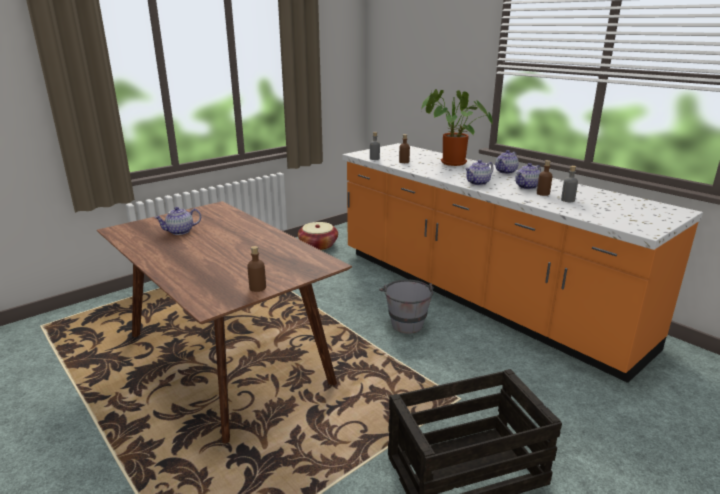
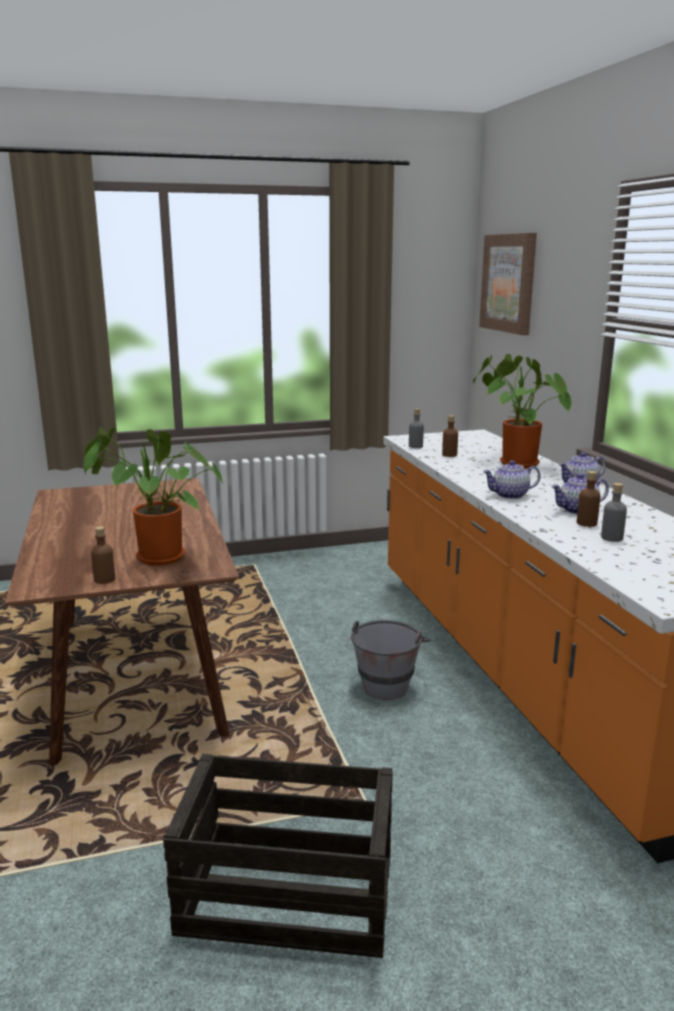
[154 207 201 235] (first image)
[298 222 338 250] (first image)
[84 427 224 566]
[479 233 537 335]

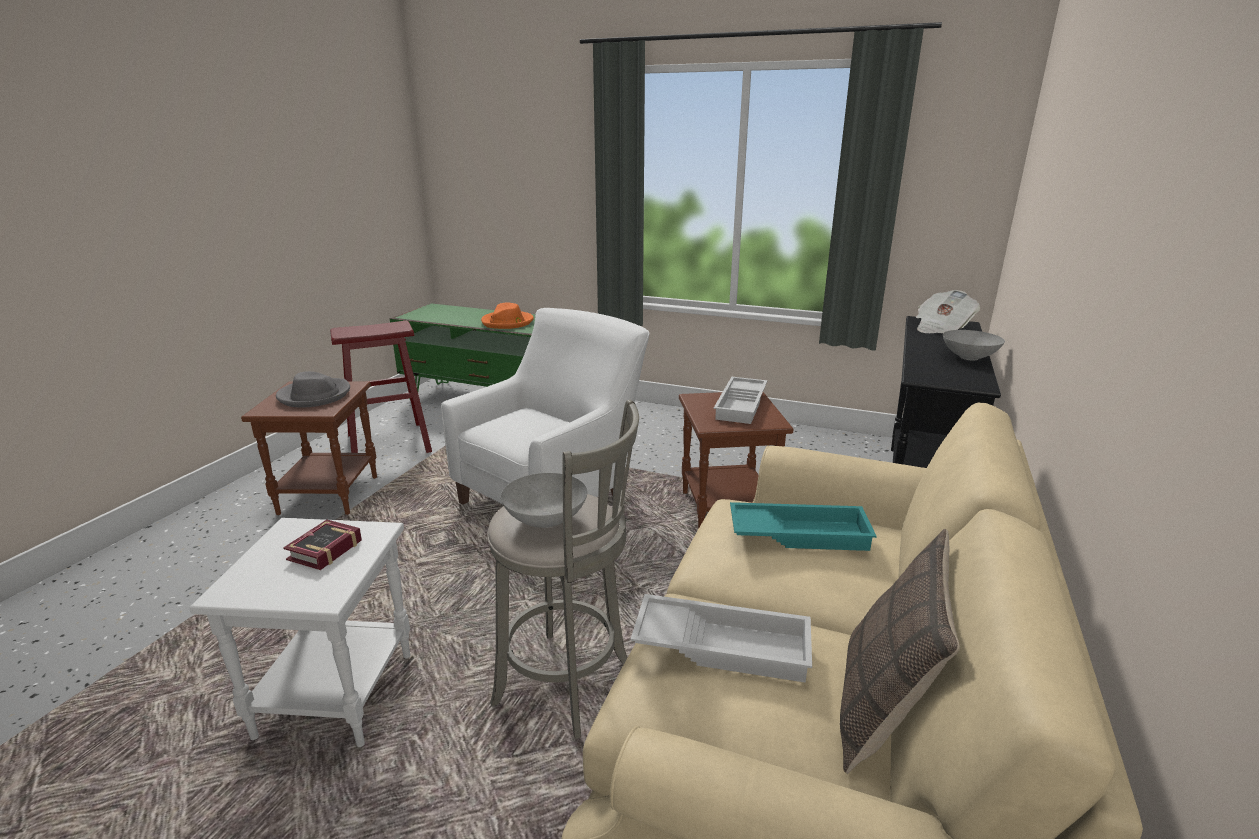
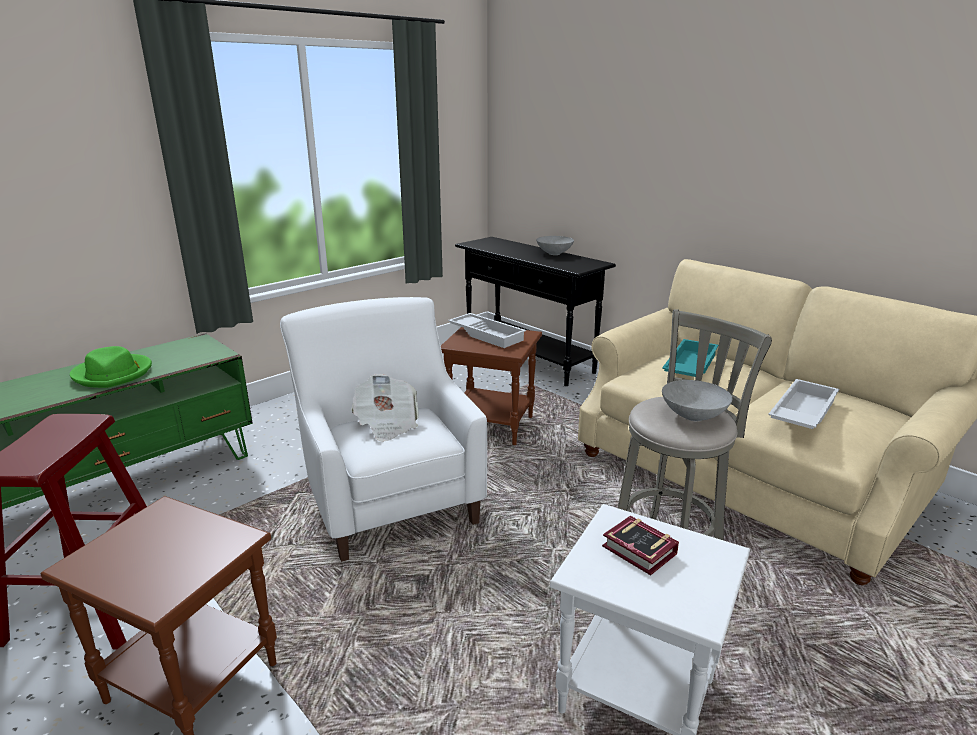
[276 371 350 408] (first image)
[70 346 152 388]
[840 529 960 774] (first image)
[351 374 419 442]

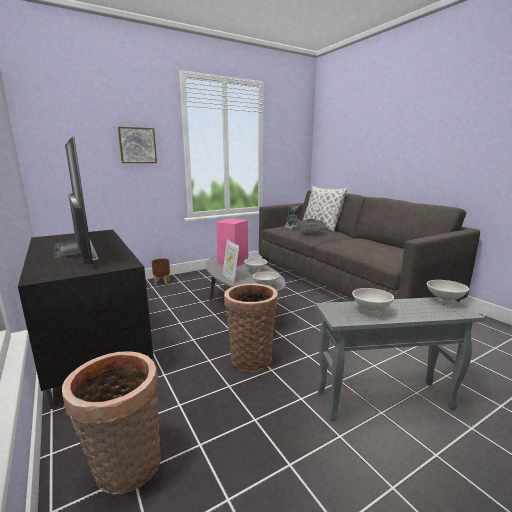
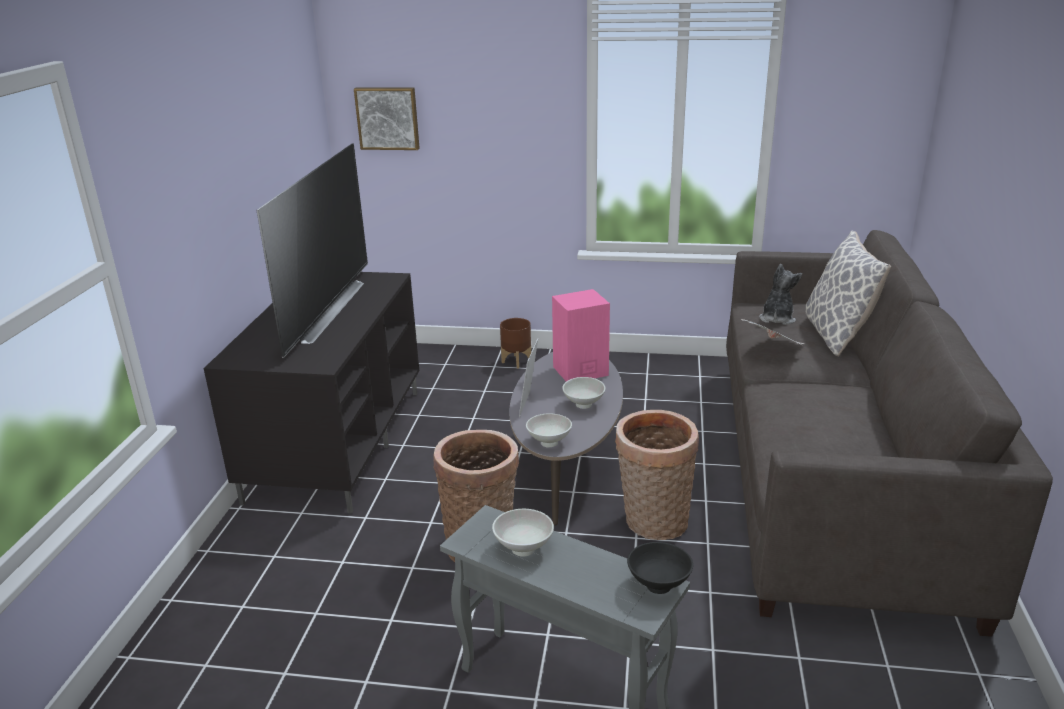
[615 410 699 540]
[354 88 420 150]
[627 542 693 594]

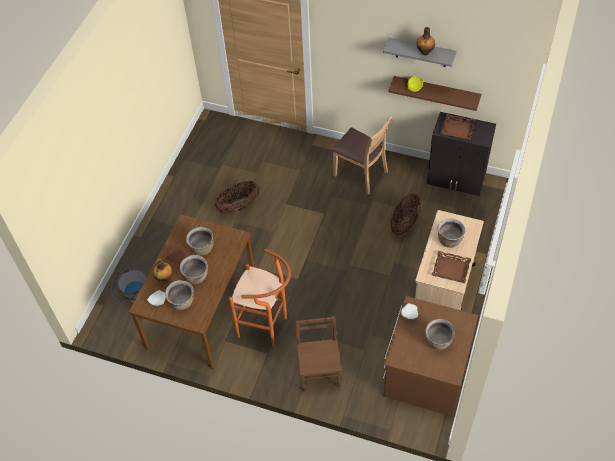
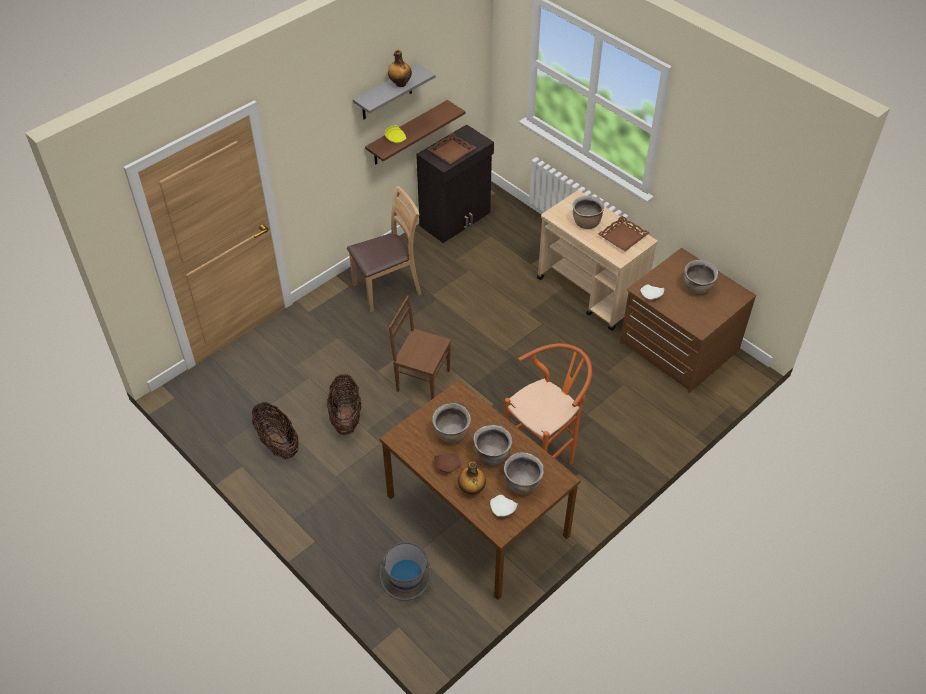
[389 296 451 400]
[252 402 299 459]

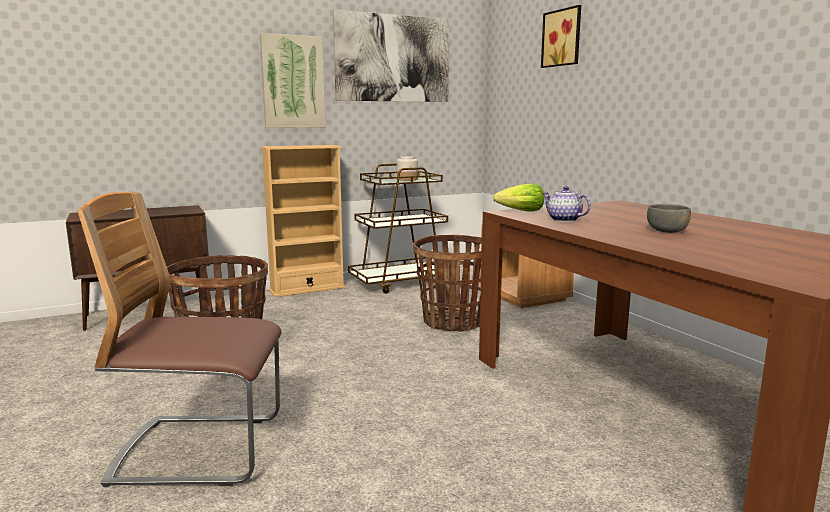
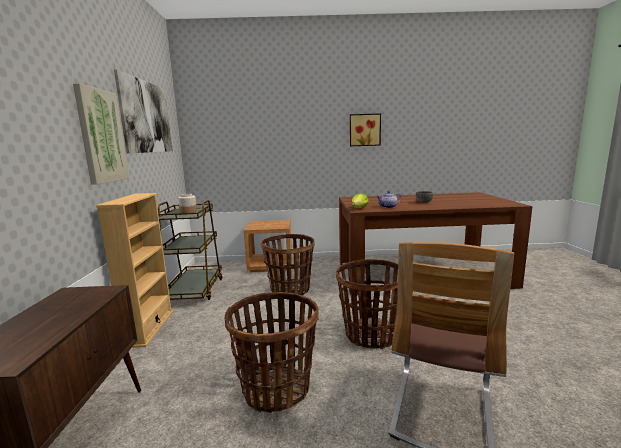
[350 113 381 146]
[336 259 398 349]

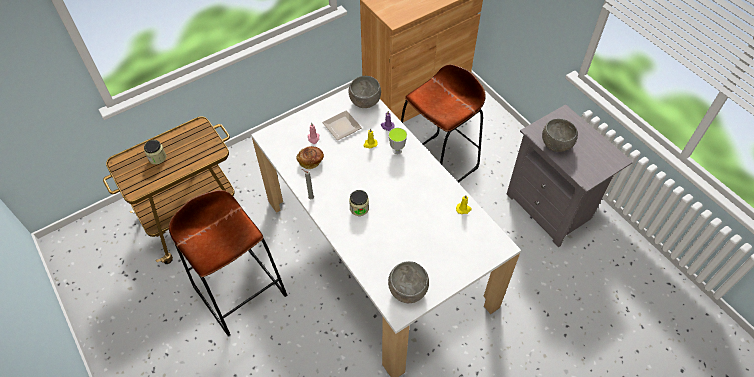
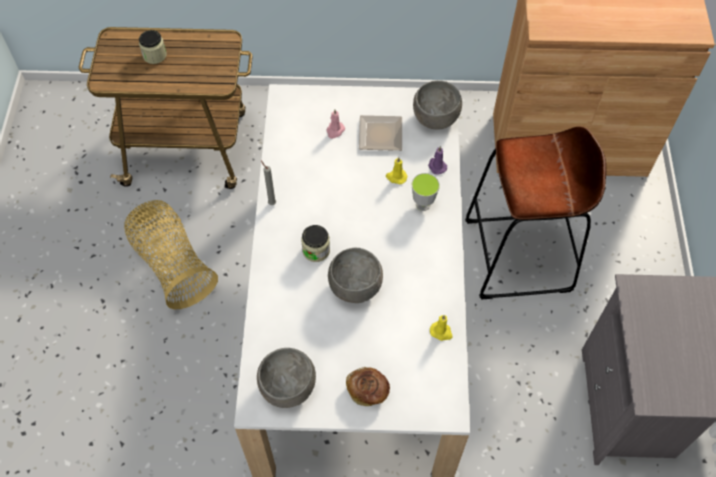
[124 200 218 309]
[346 367 390 406]
[328 248 383 303]

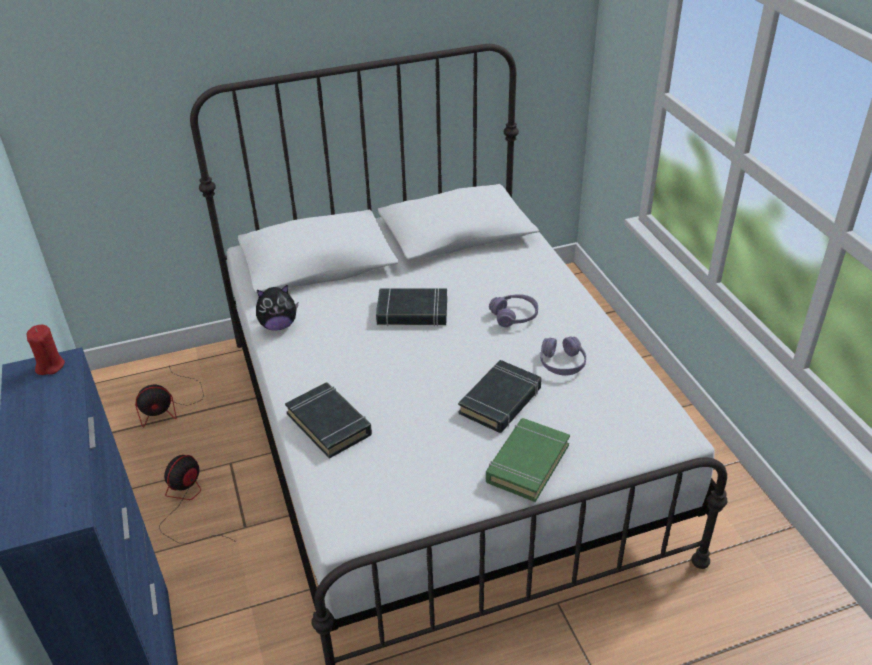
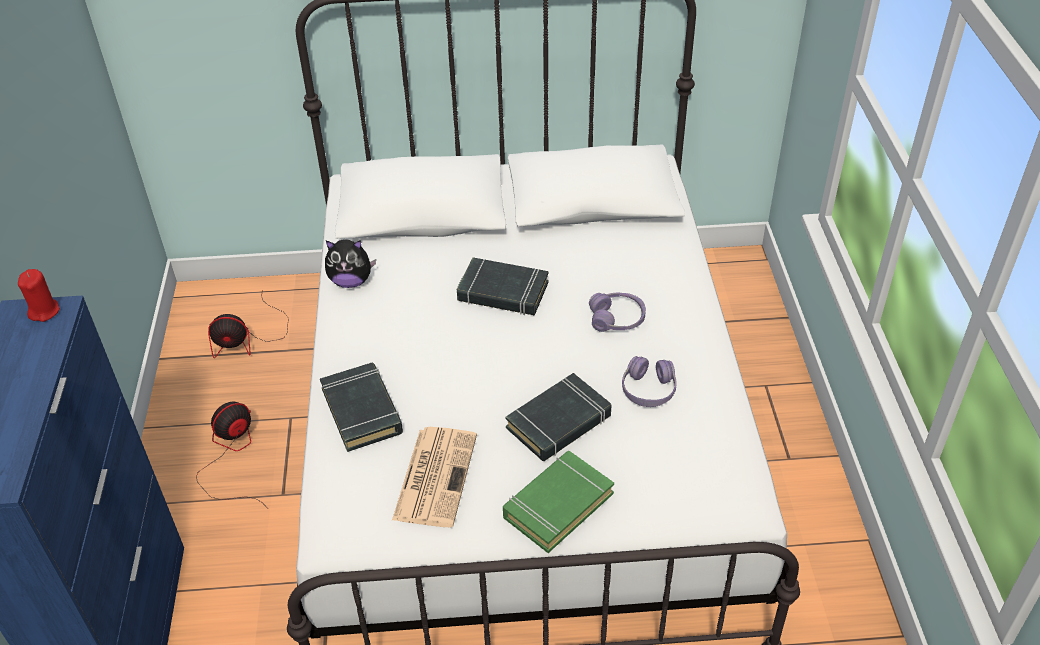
[392 427 477 527]

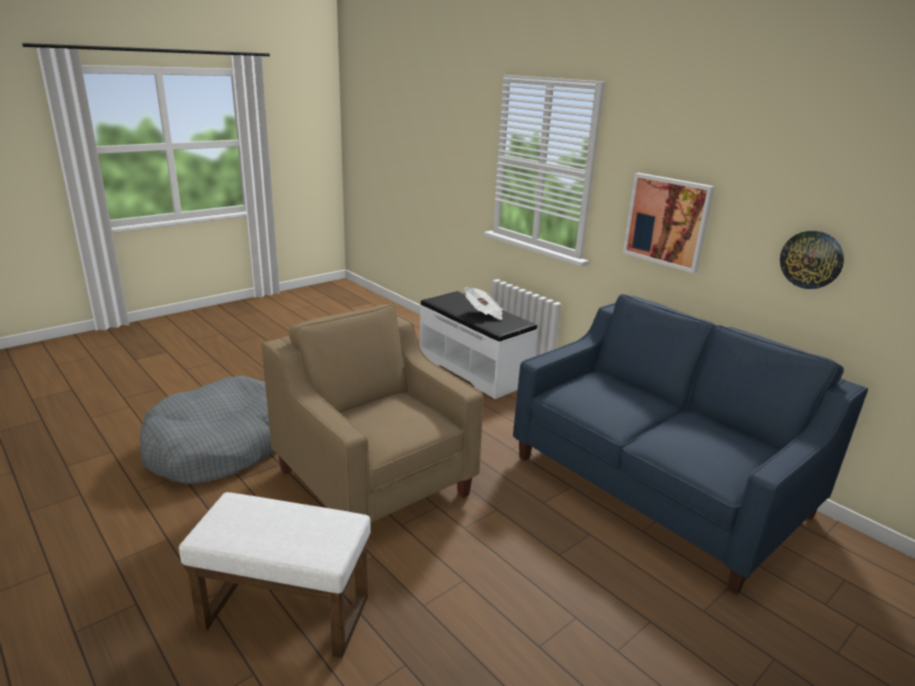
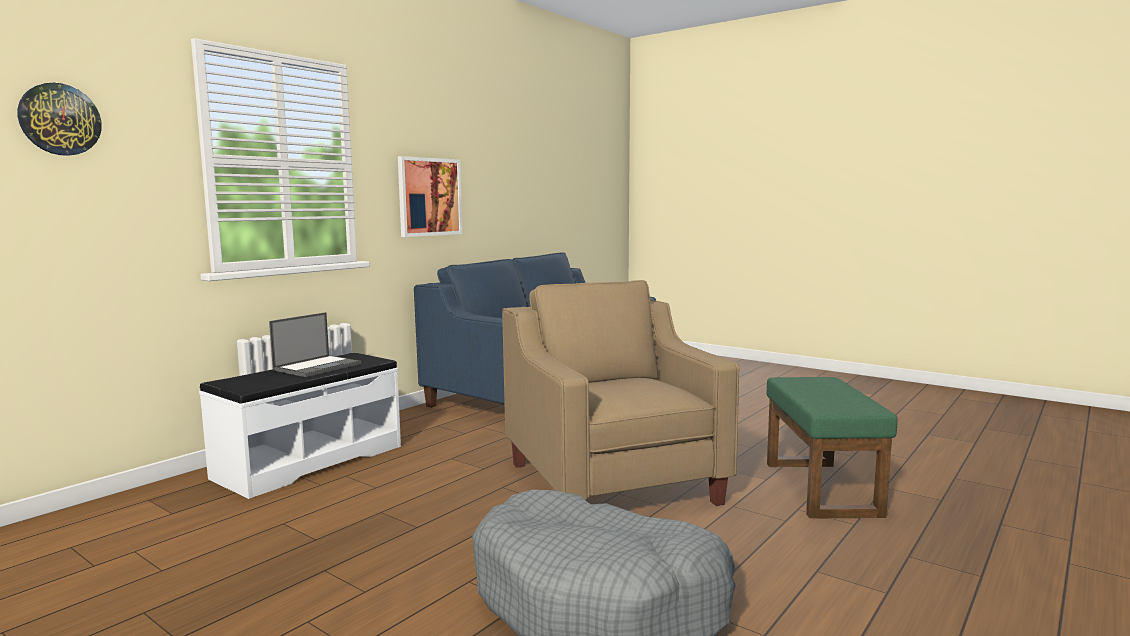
[767 377 898 519]
[502 280 739 506]
[269 312 361 377]
[18 83 102 156]

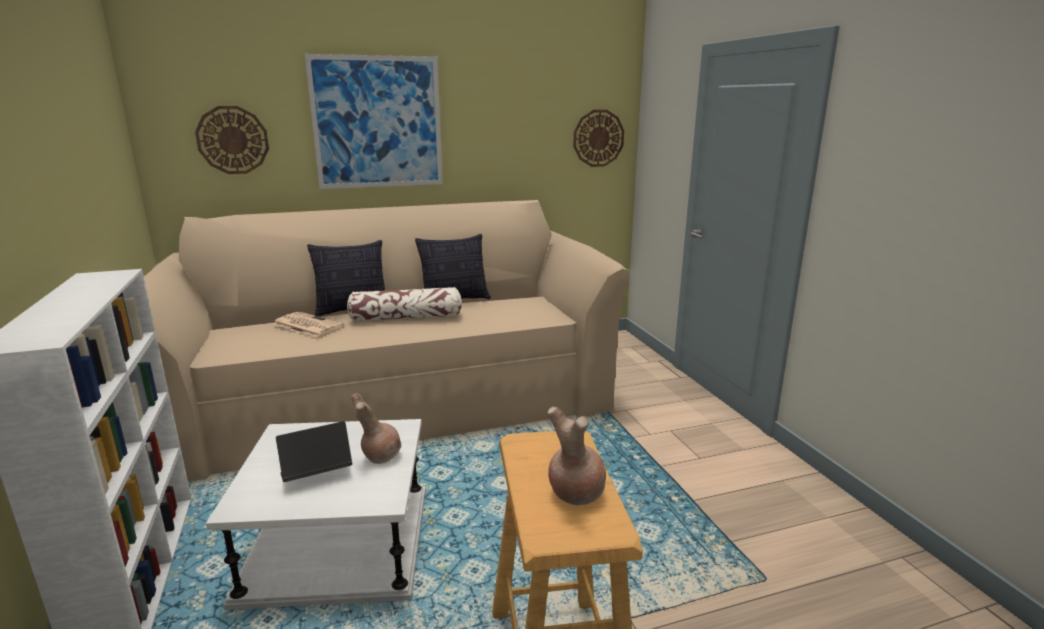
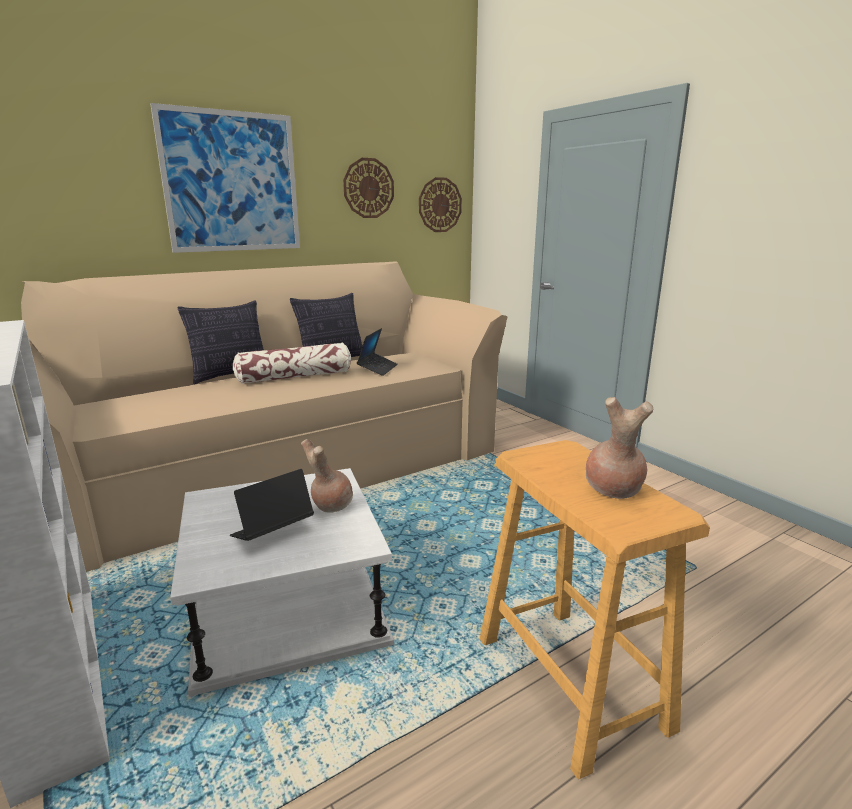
[343 158 394 218]
[273 311 344 337] (first image)
[357 328 398 376]

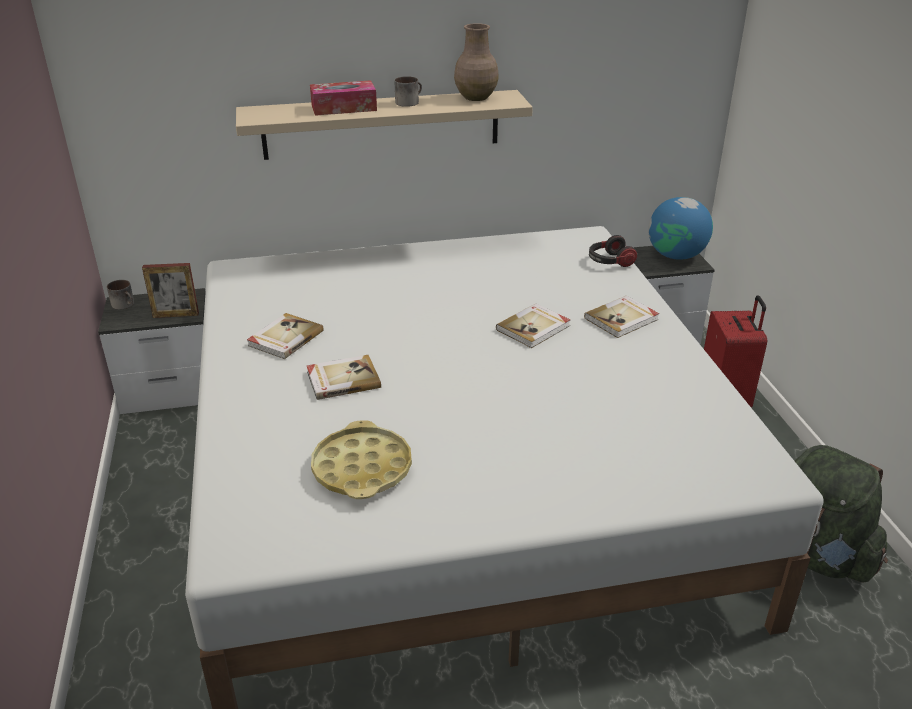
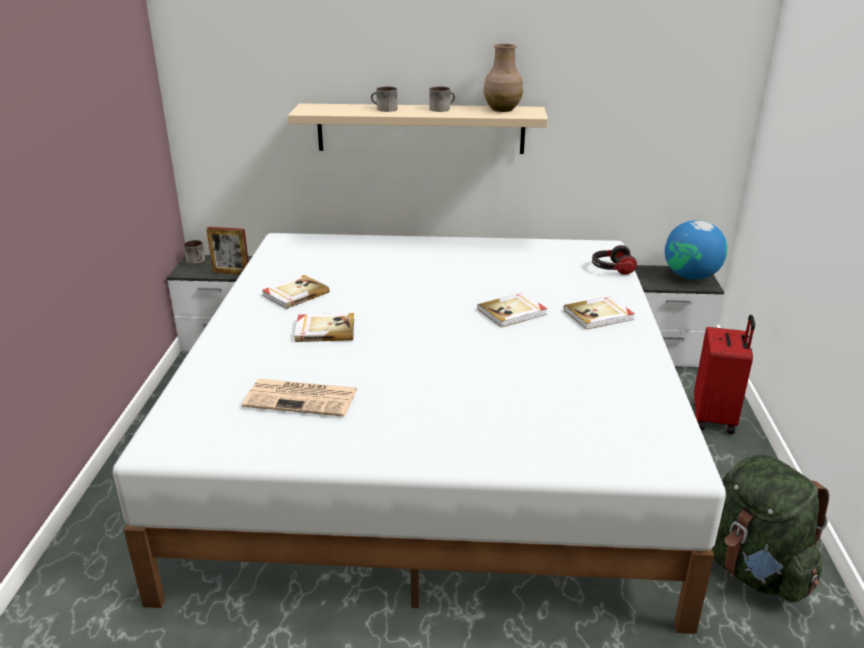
[371 87 398 112]
[242 379 357 417]

